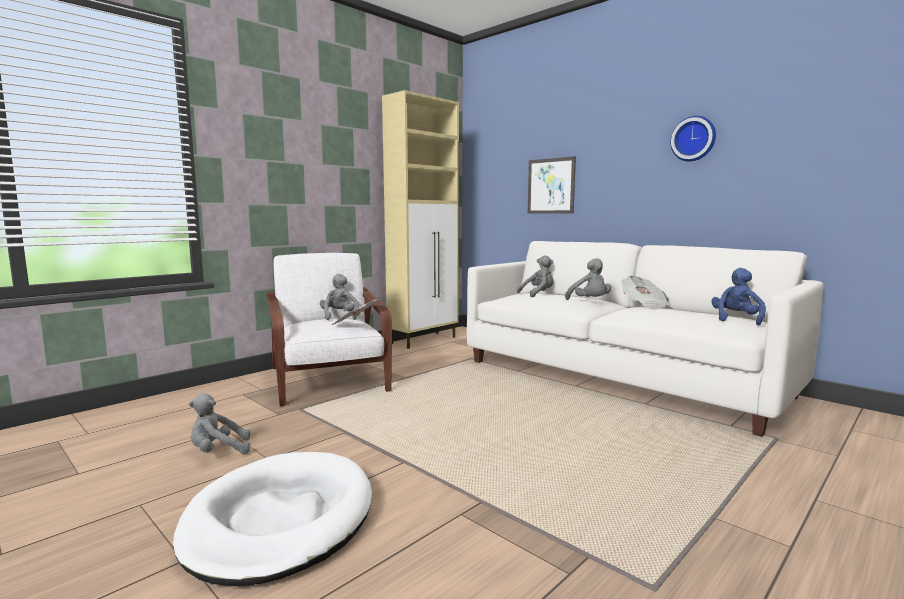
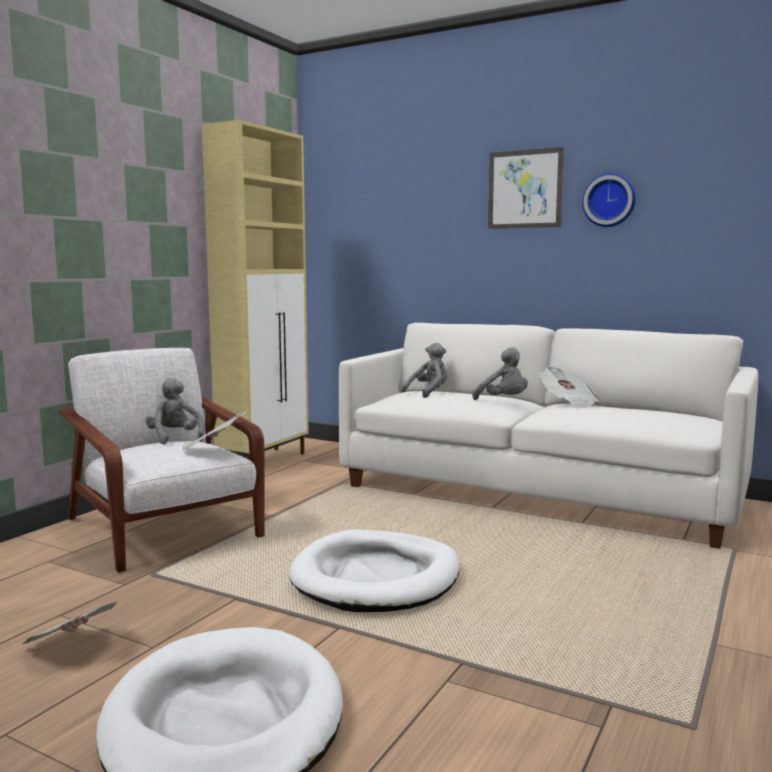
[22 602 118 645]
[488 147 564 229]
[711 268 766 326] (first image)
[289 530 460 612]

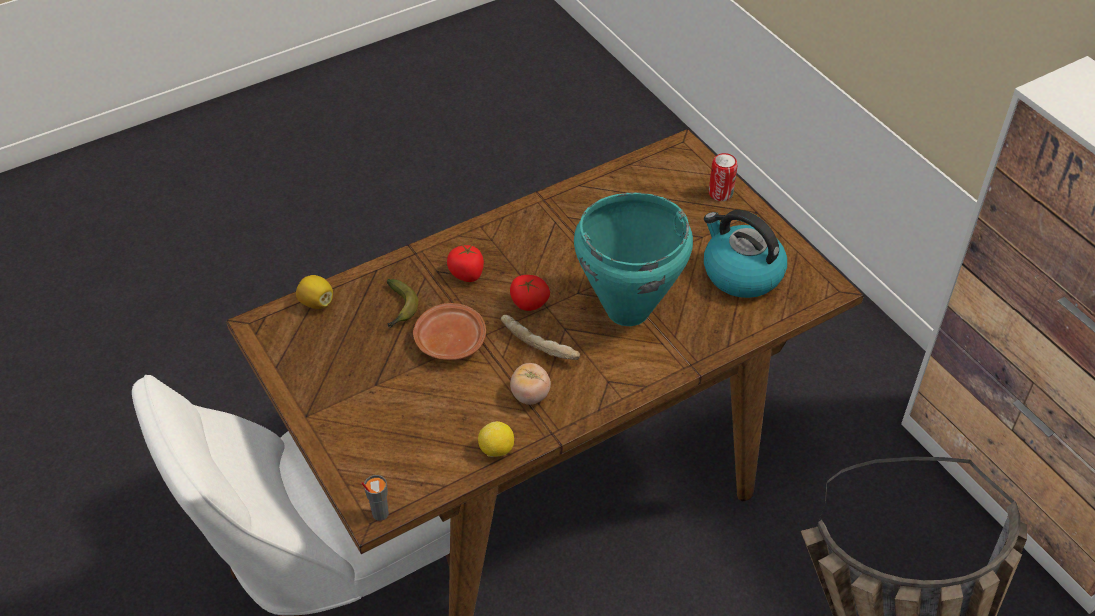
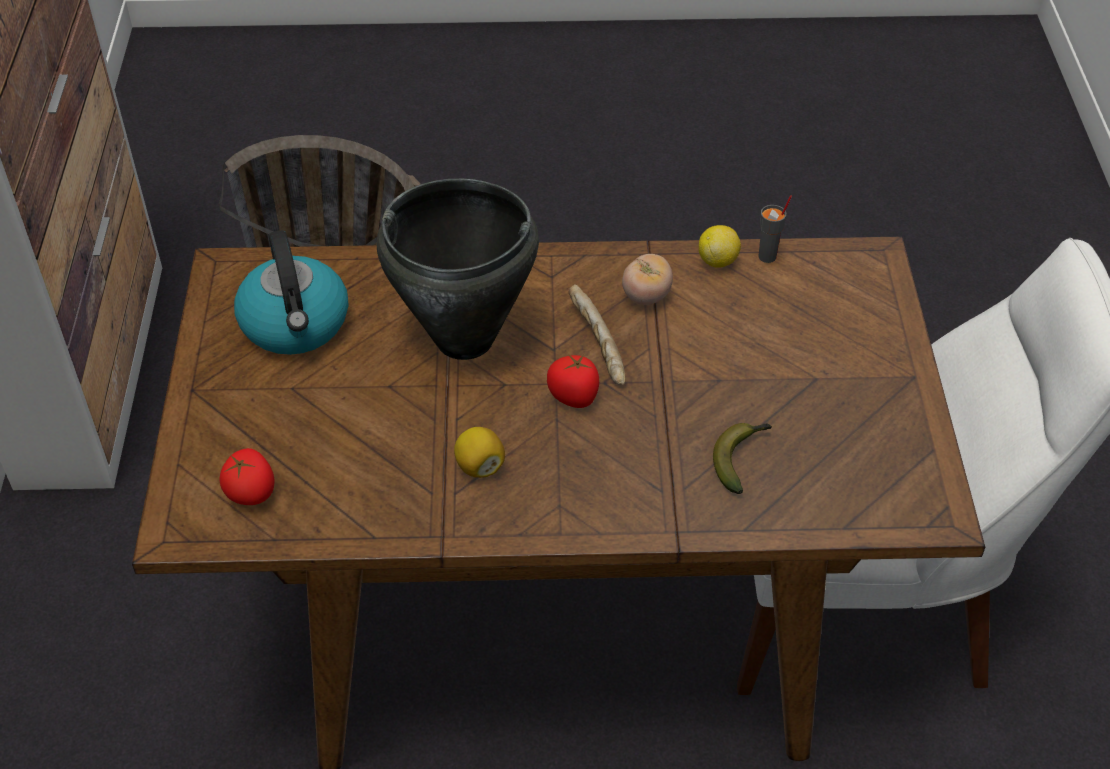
[454 427 505 478]
[758 195 792 263]
[413 303 486 360] (first image)
[220 448 275 505]
[377 179 539 360]
[709 153 737 201] (first image)

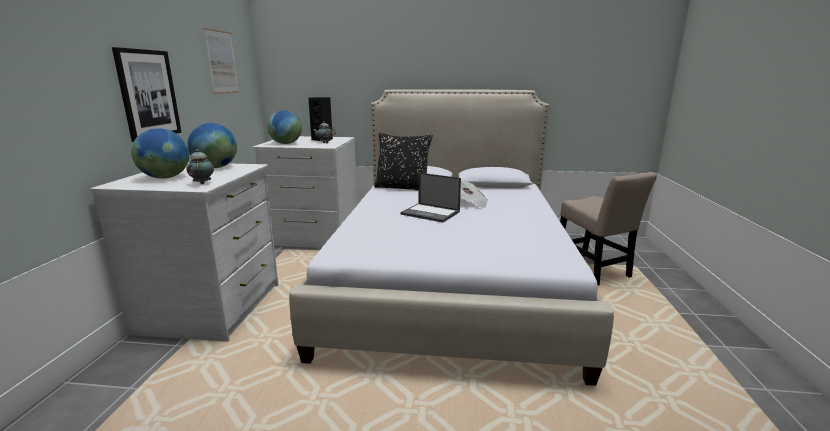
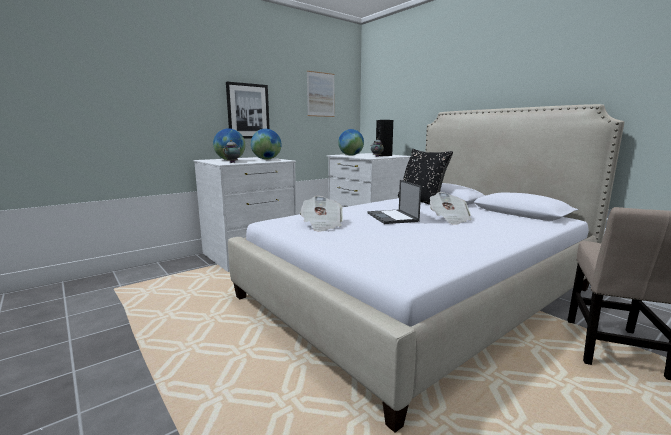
[300 196 343 232]

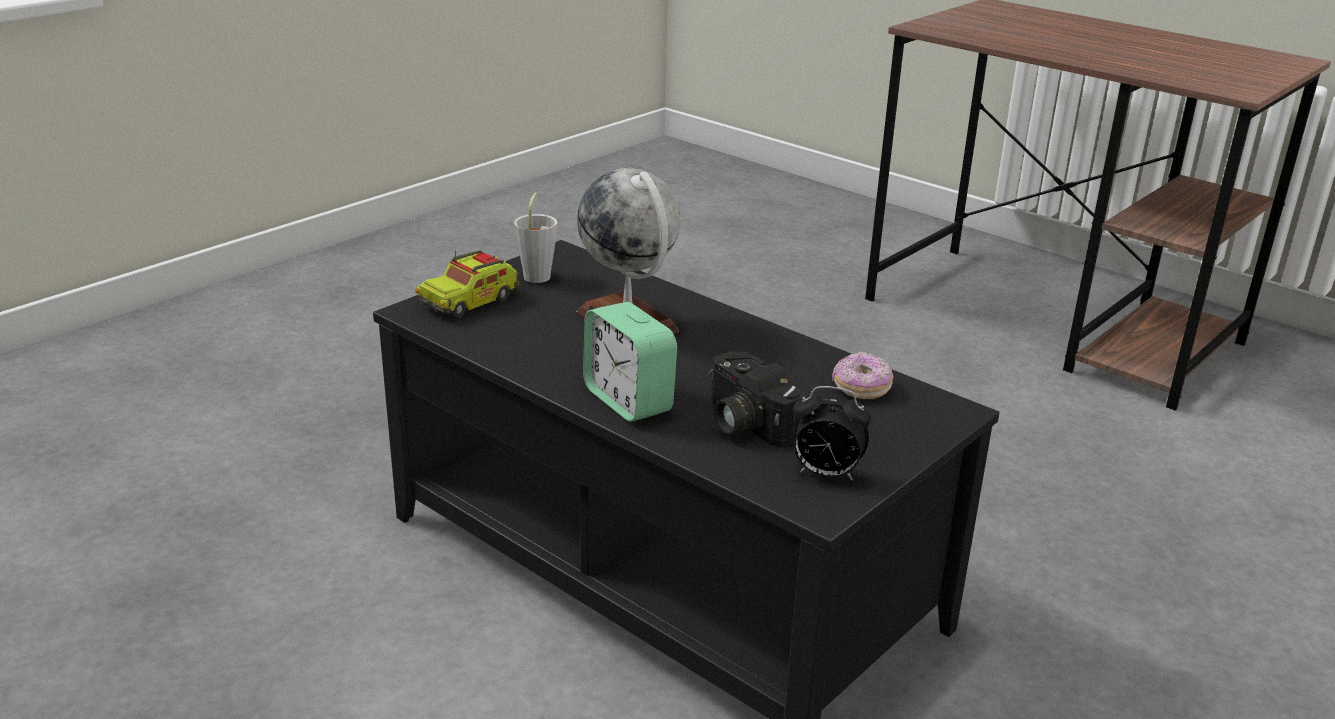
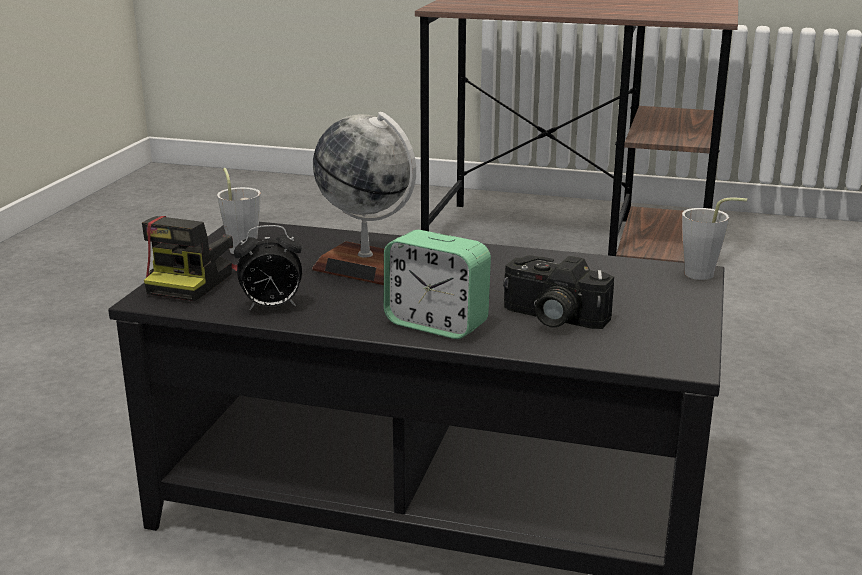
[142 216 237 301]
[234 225 302 310]
[832 352 894 399] (first image)
[682 198 747 280]

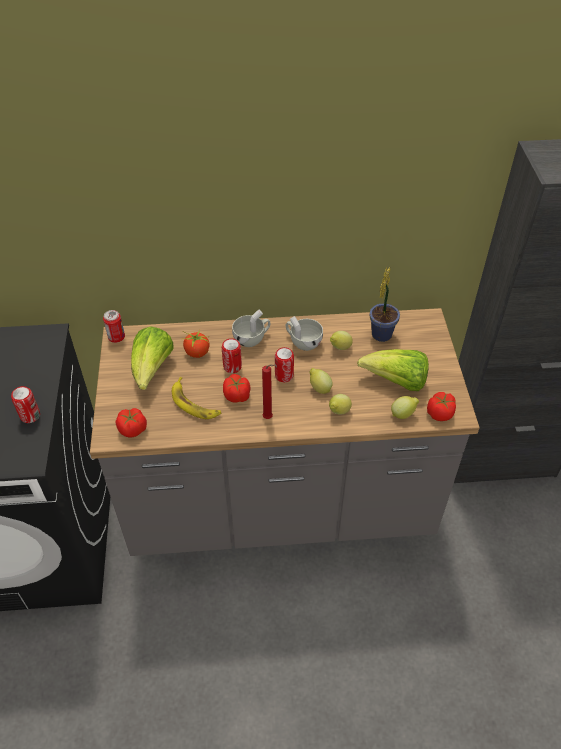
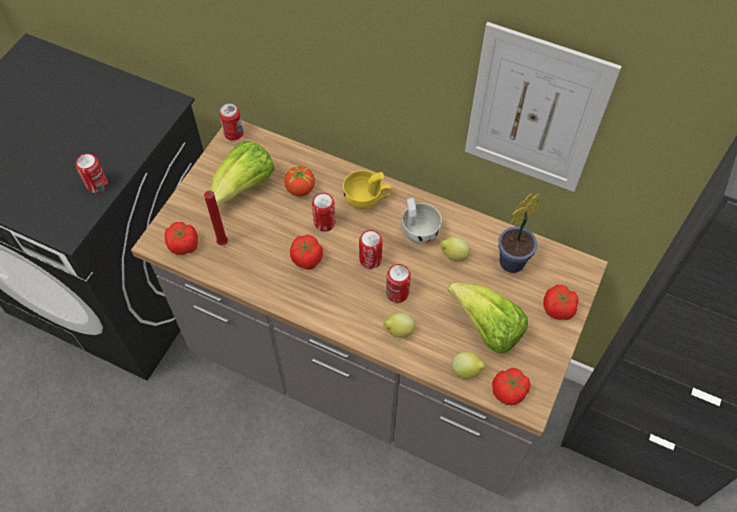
[172 377 221 419] (first image)
[343 170 392 210]
[204 191 228 245]
[386 264 411 303]
[465 22 622 192]
[543 285 578 320]

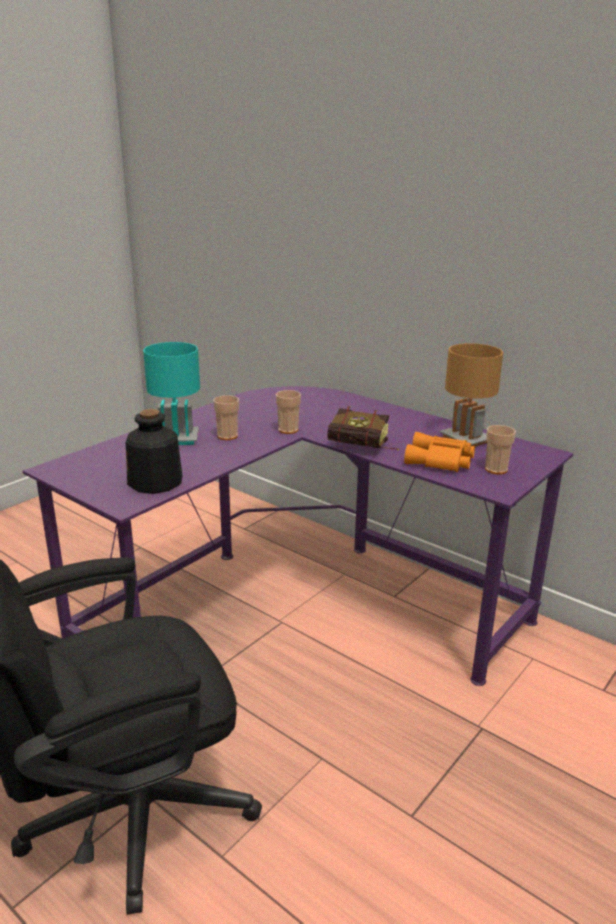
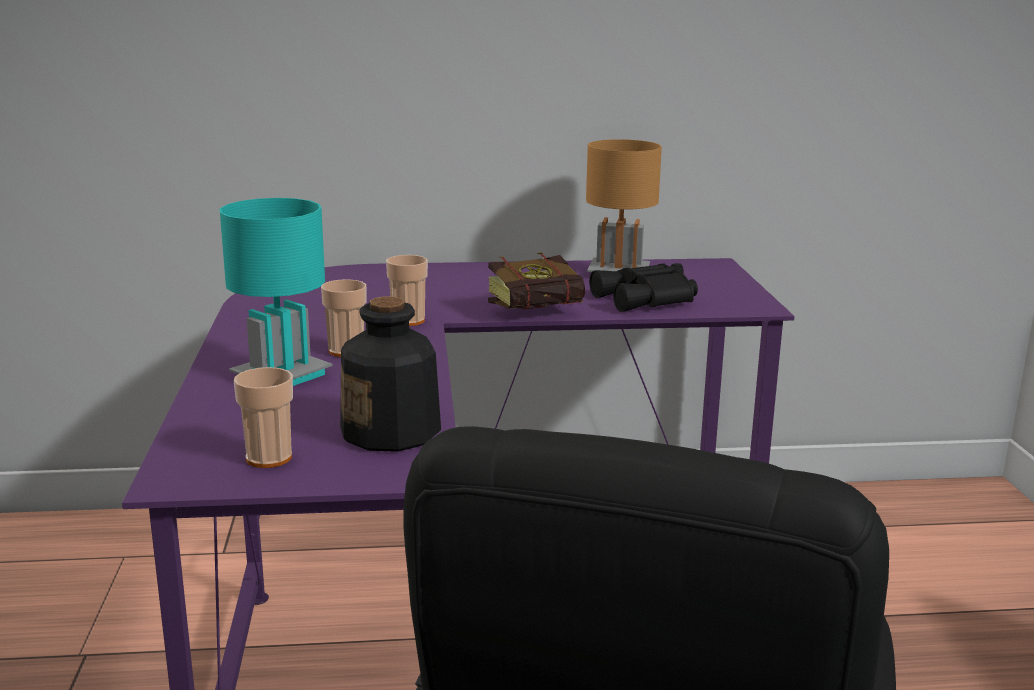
[589 263 698 312]
[234 367 293 468]

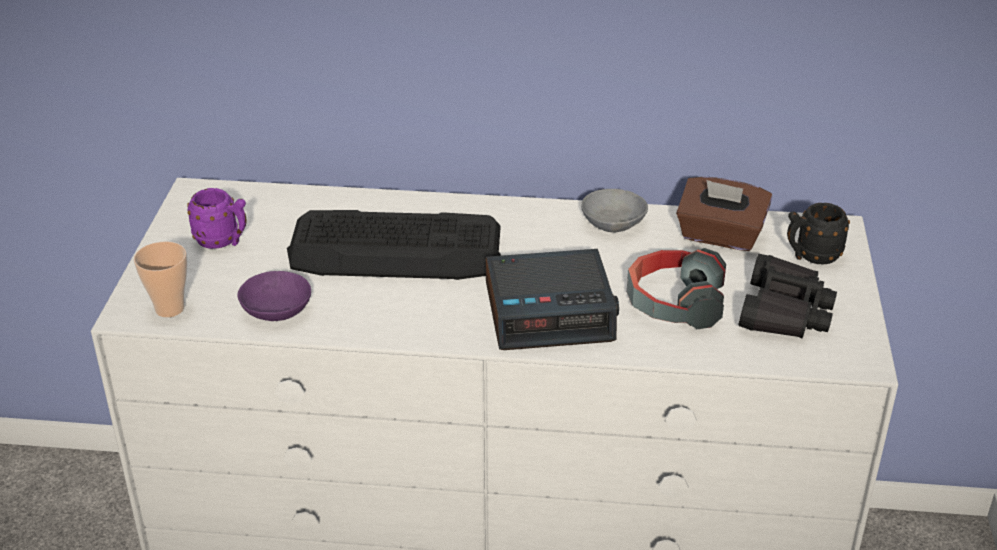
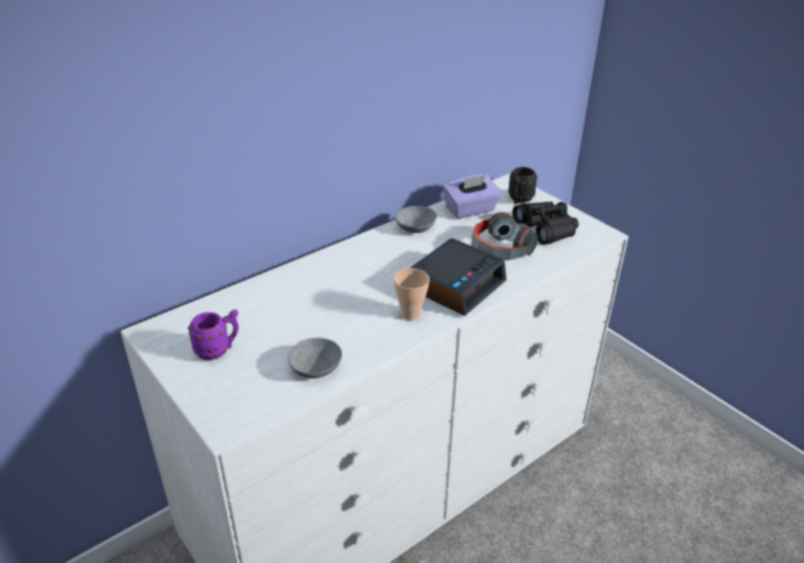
[394 268 429 320]
[288 338 342 379]
[287 210 501 280] (first image)
[442 174 501 218]

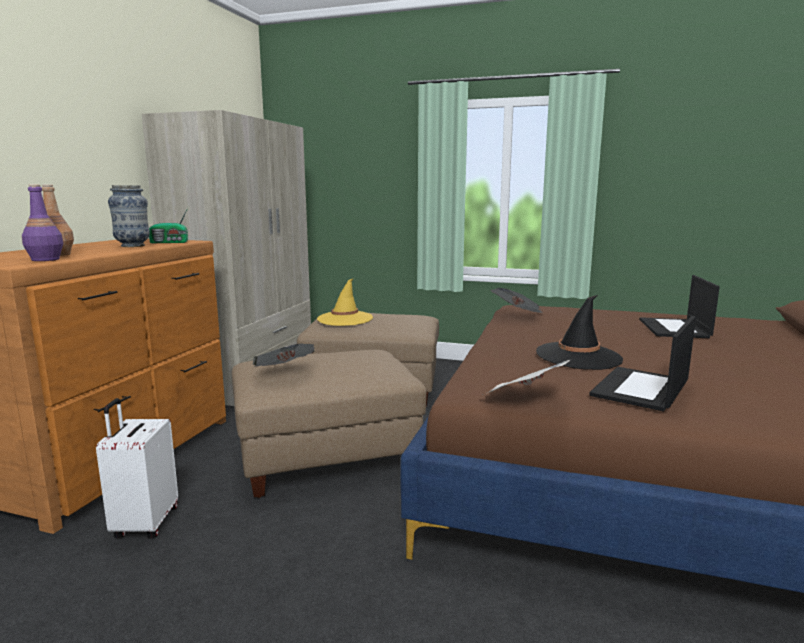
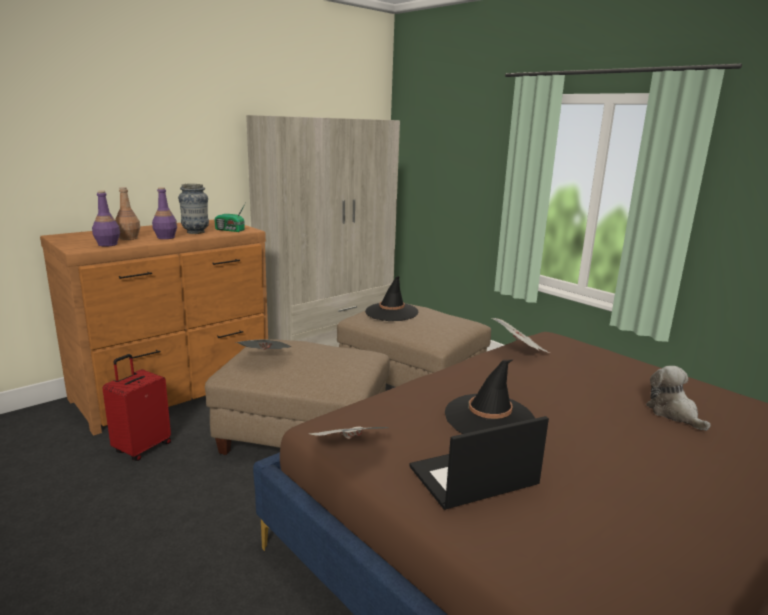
[102 354 171 461]
[365 276 419 321]
[646 366 711 431]
[152 187 177 239]

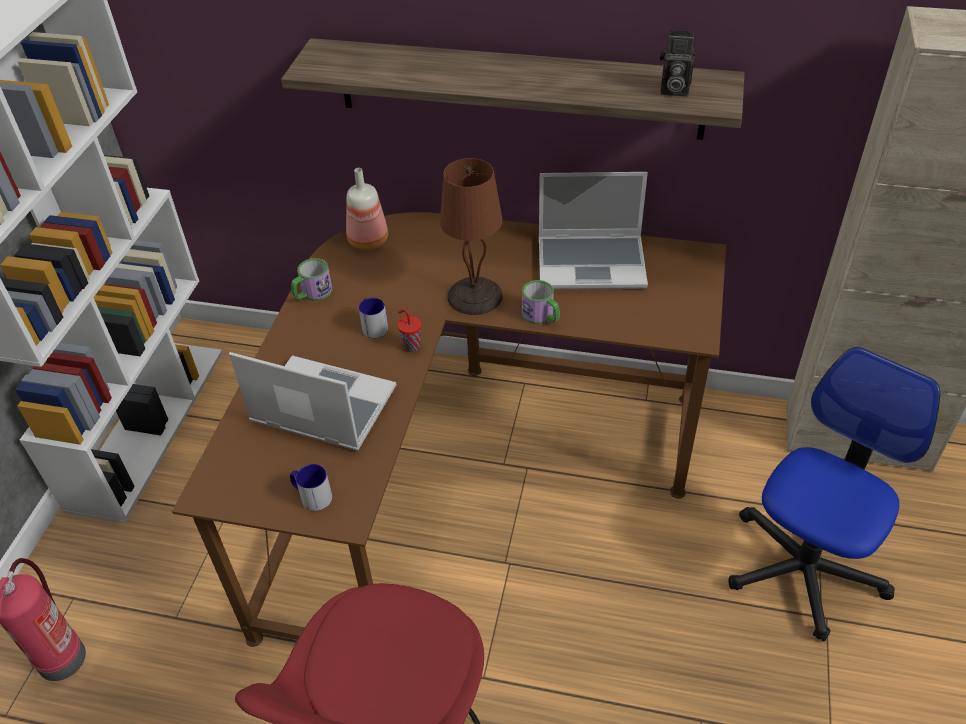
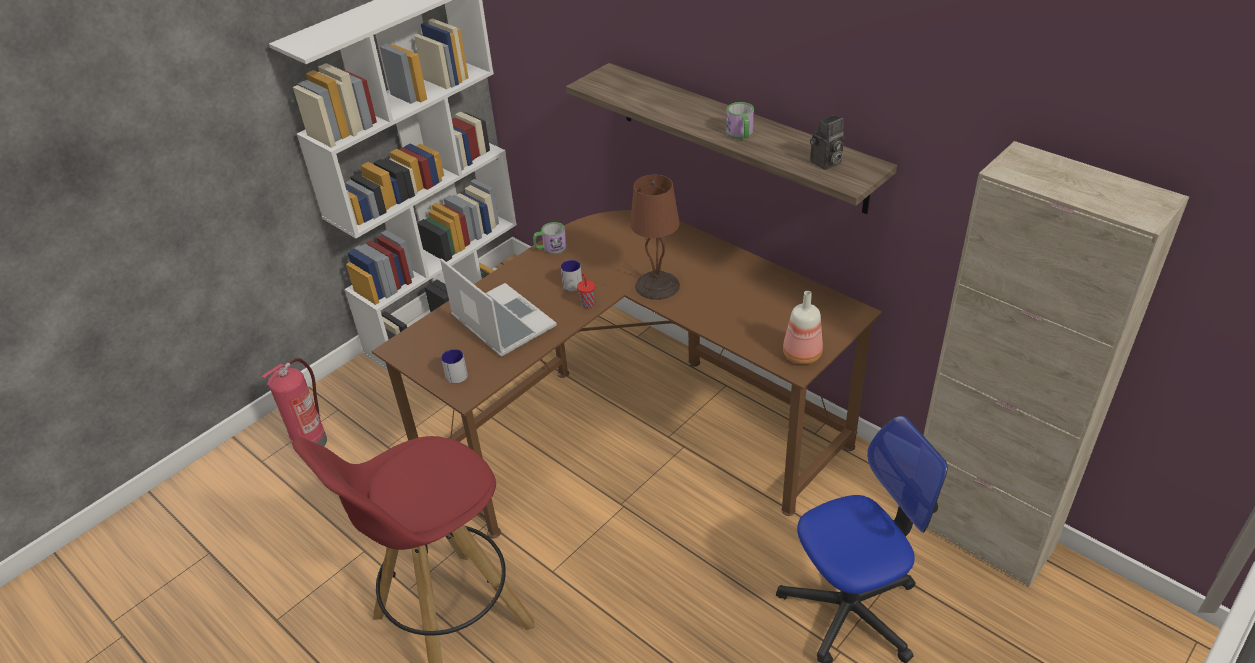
[783 291 823 364]
[726 102 754 139]
[539 172 648 290] (first image)
[810 115 844 170]

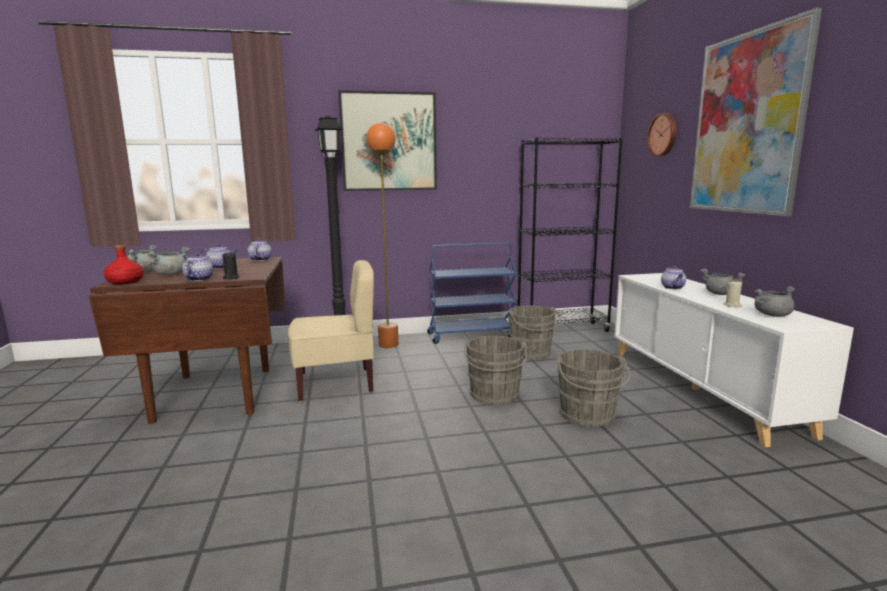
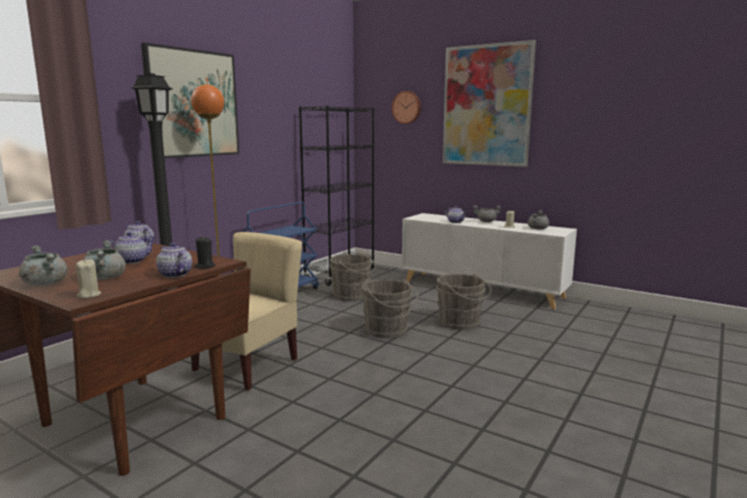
[76 259 101 299]

